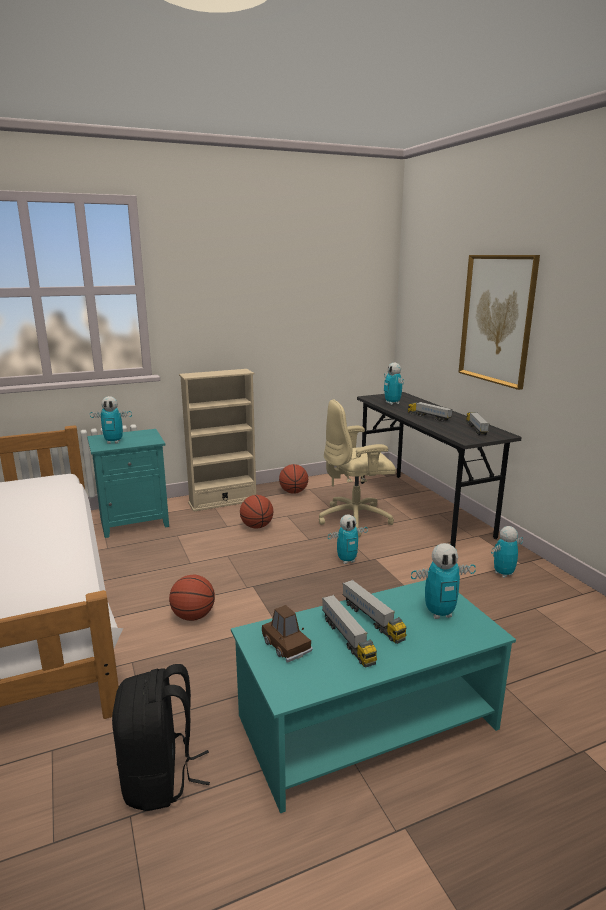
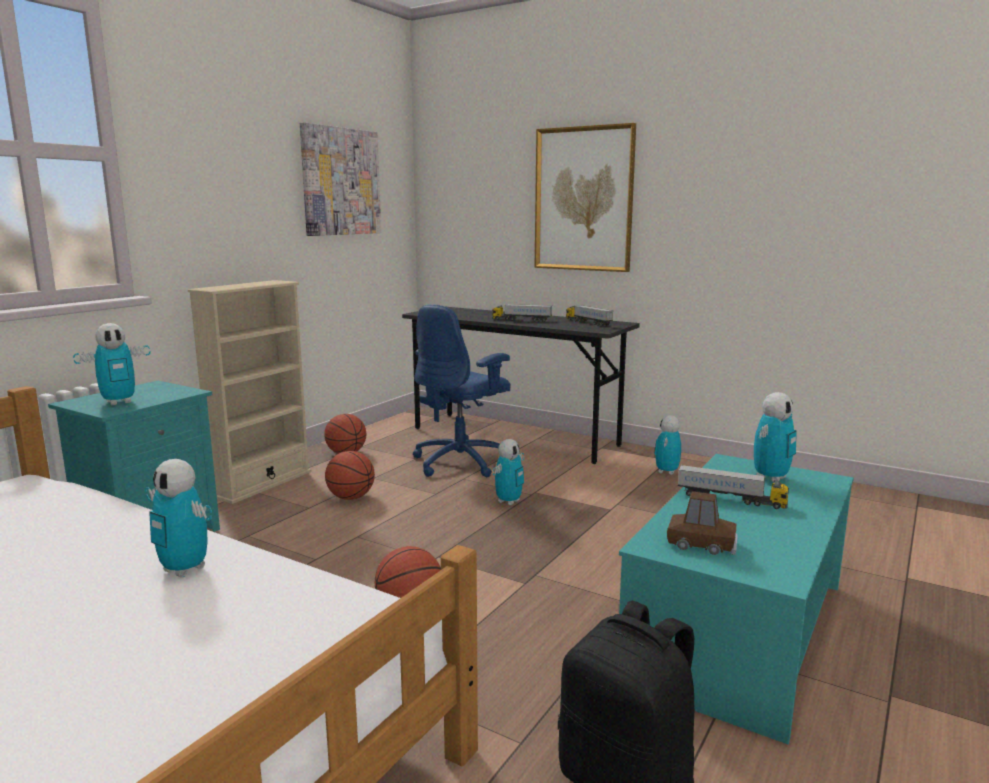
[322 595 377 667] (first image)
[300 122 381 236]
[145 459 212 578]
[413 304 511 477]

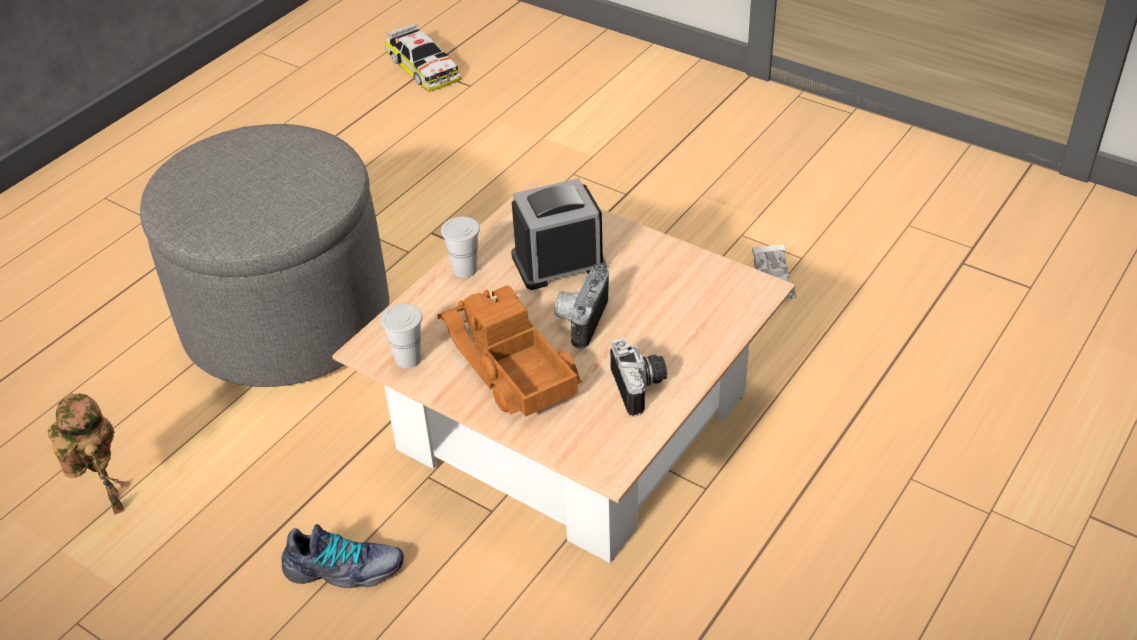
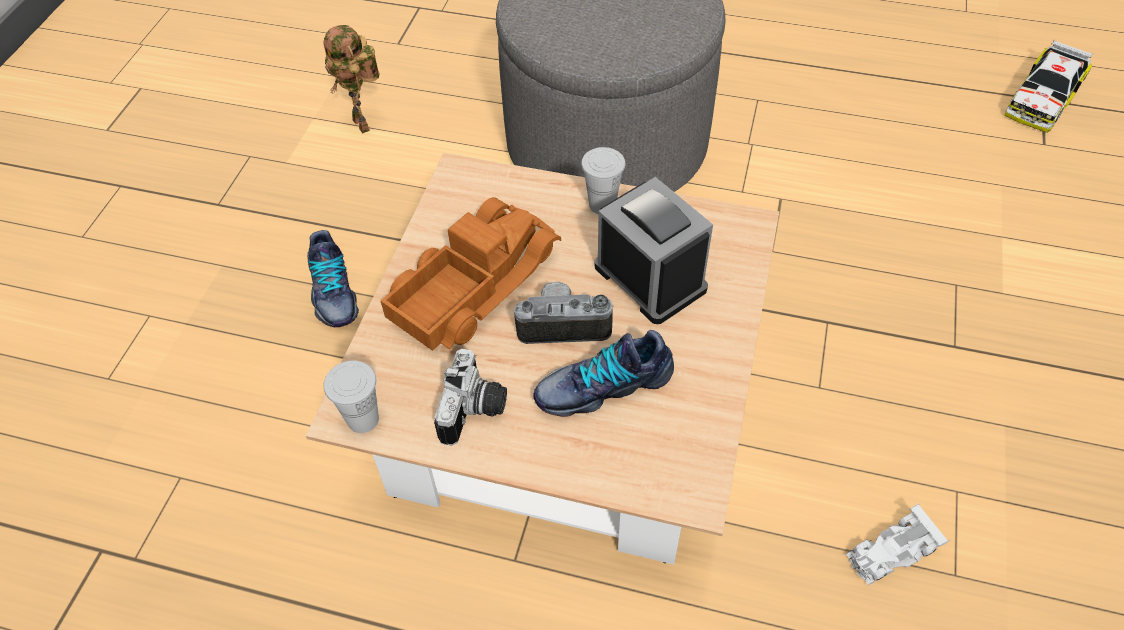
[533 330 674 417]
[324 360 379 433]
[324 25 380 134]
[434 349 507 446]

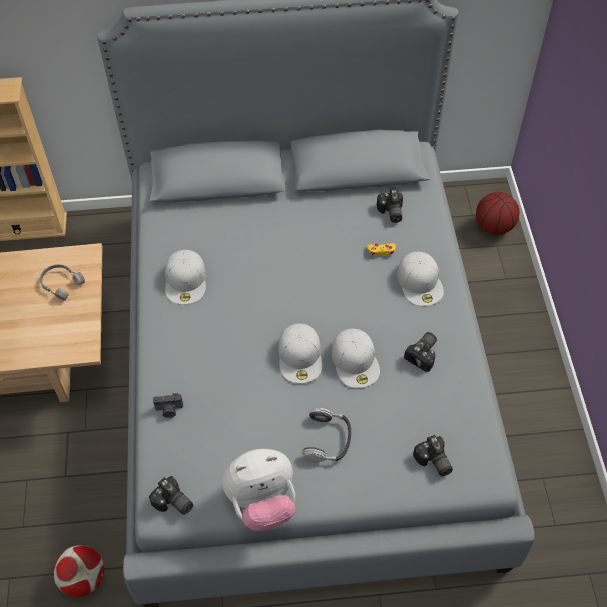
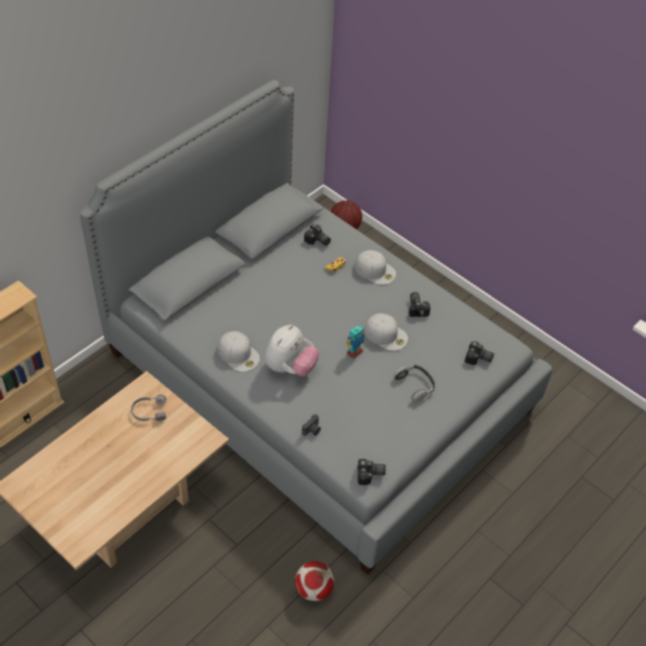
[265 324 319 376]
[346 325 364 359]

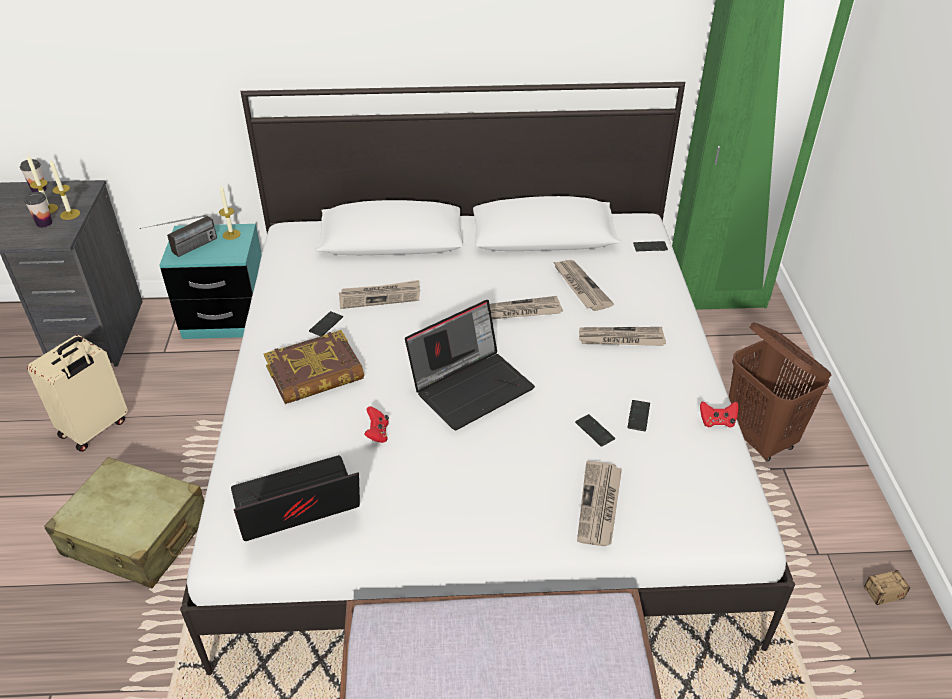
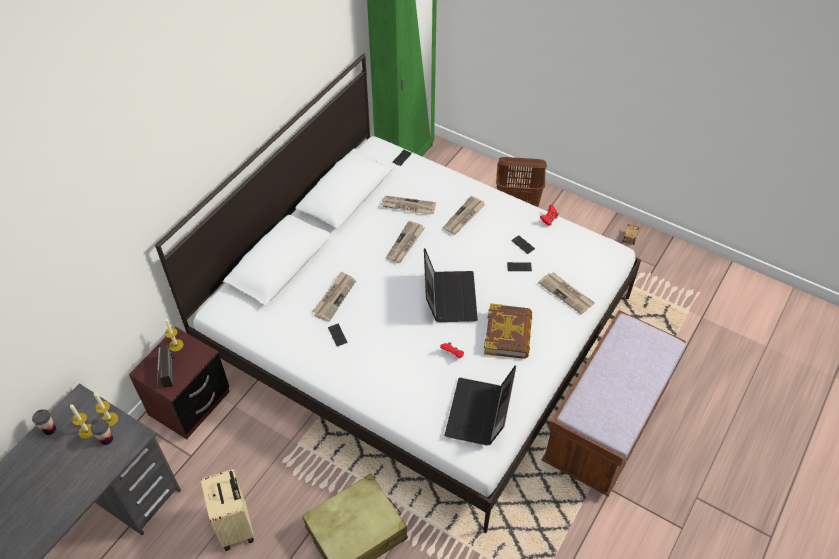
[484 303 532 359]
[129 327 230 439]

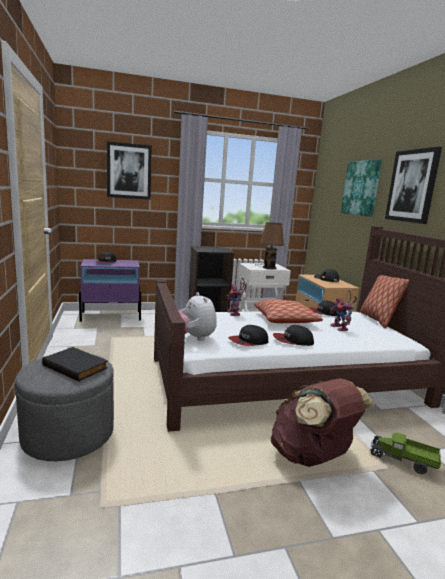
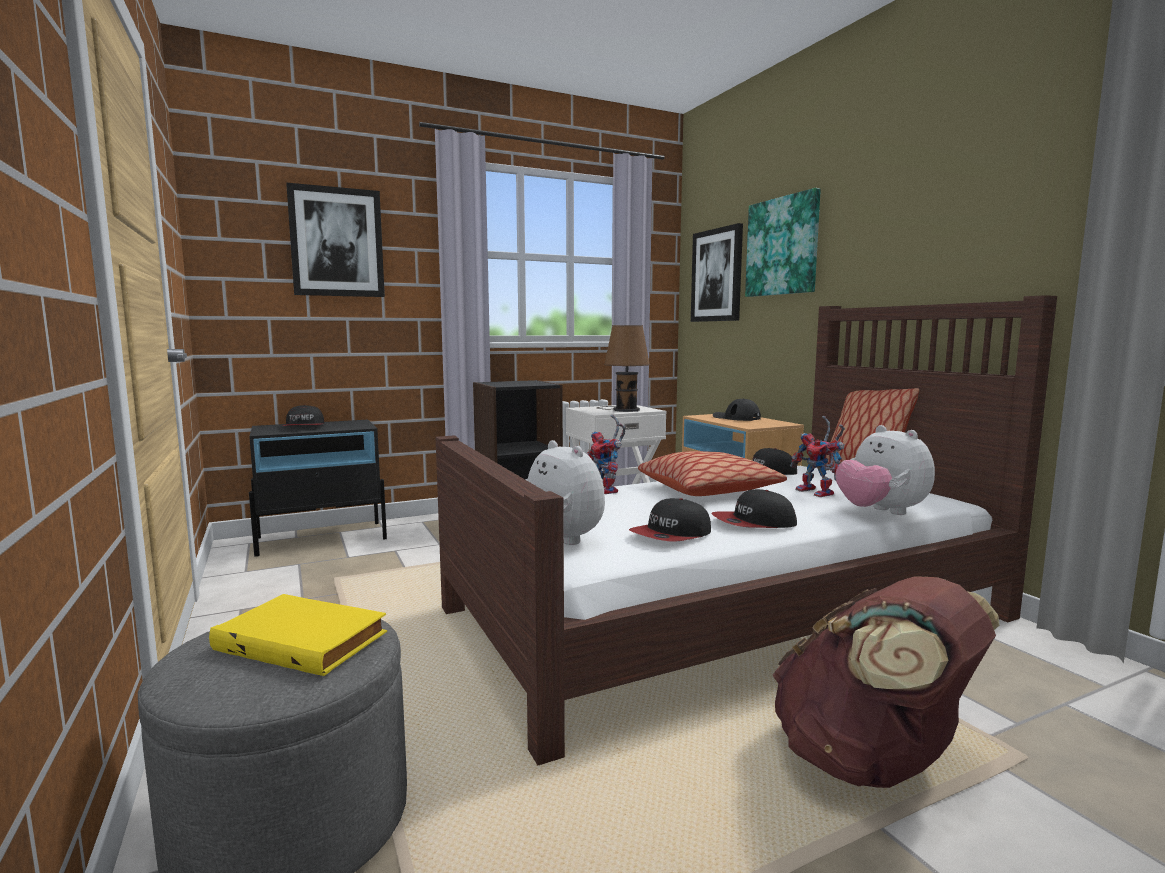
[371 433 441 474] (first image)
[836 425 935 515]
[691 223 743 322]
[209 594 387 676]
[249 420 387 557]

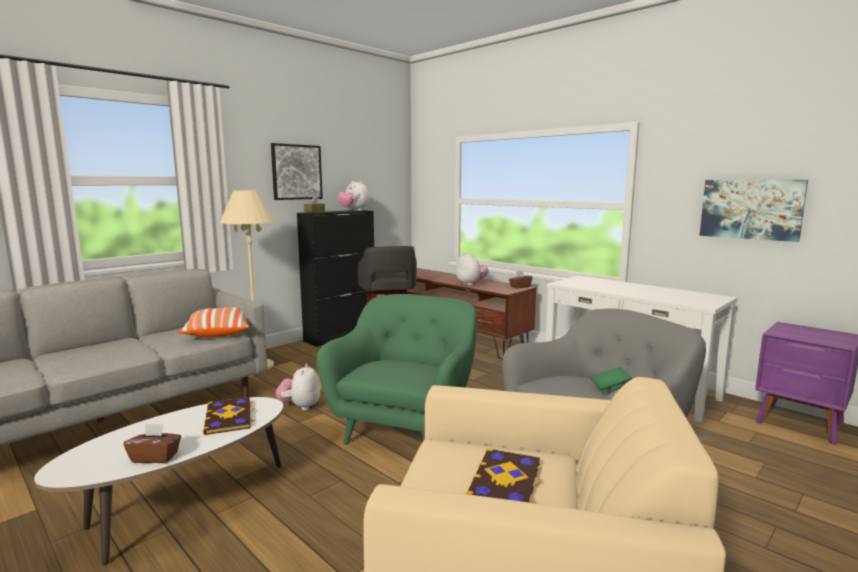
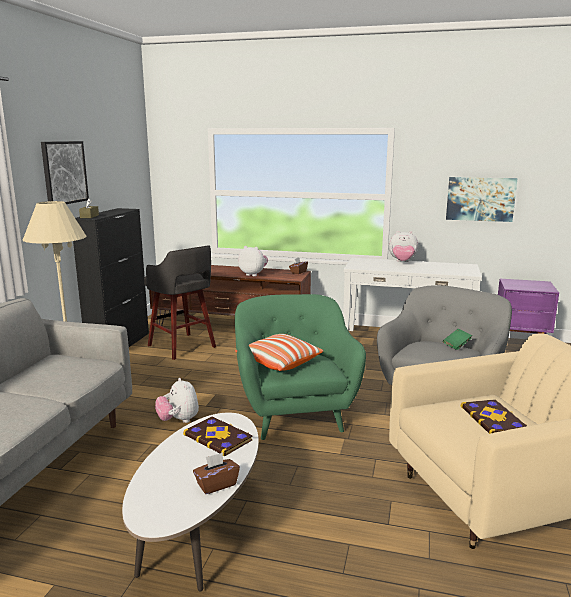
[235 334 323 371]
[389 231 418 262]

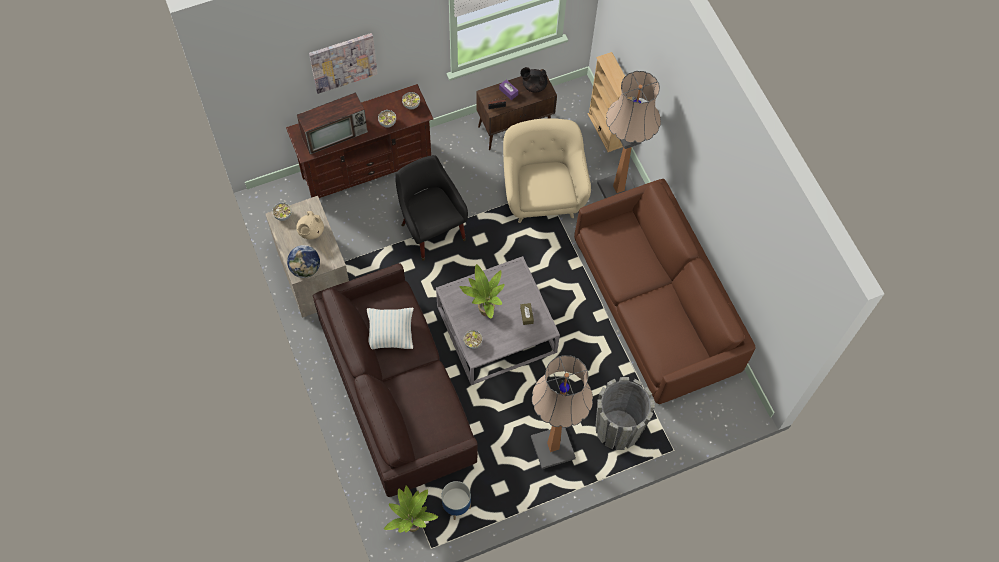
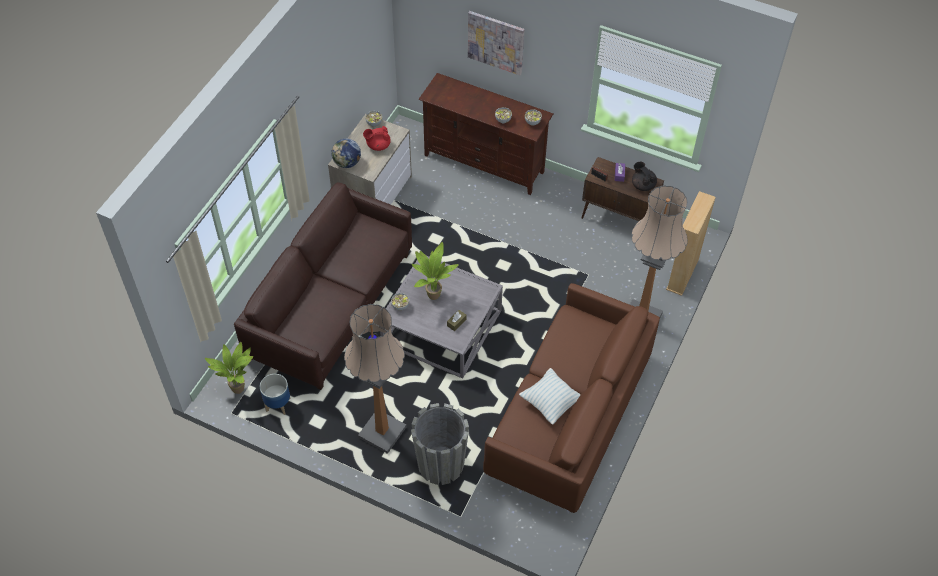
[297 92 368 155] (first image)
[395 155 468 261] (first image)
[503 118 591 223] (first image)
[519 368 581 425]
[363 126 391 151]

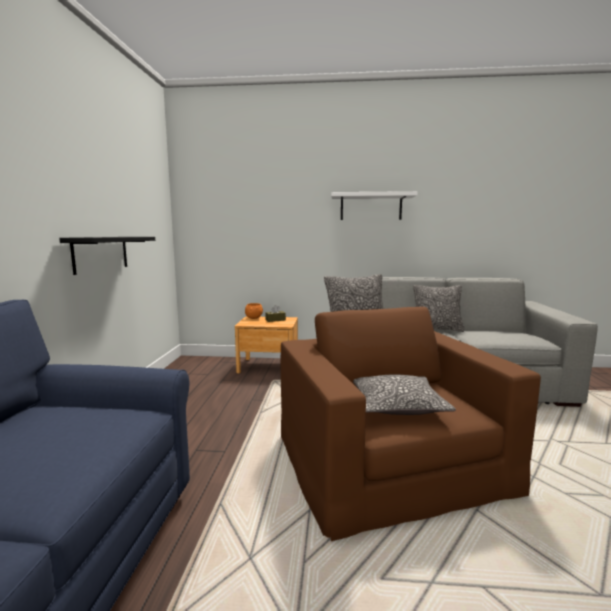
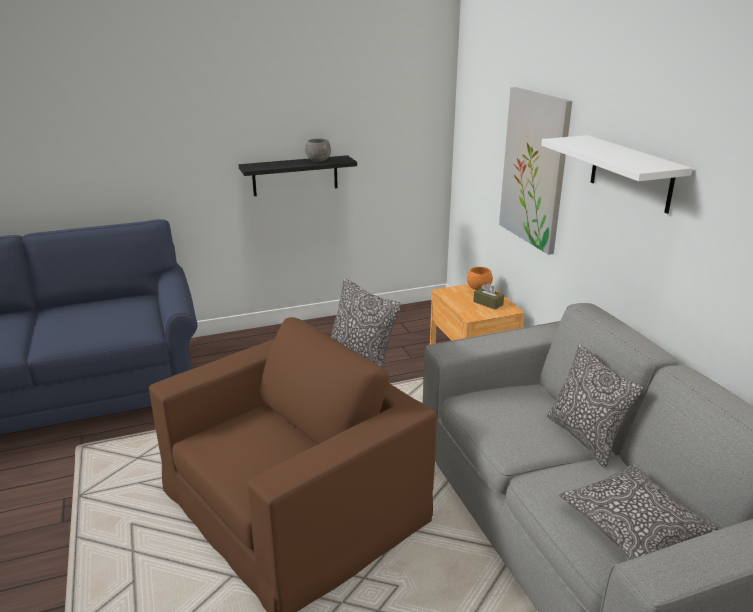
[305 139 331 162]
[499 87 572 255]
[559 465 719 560]

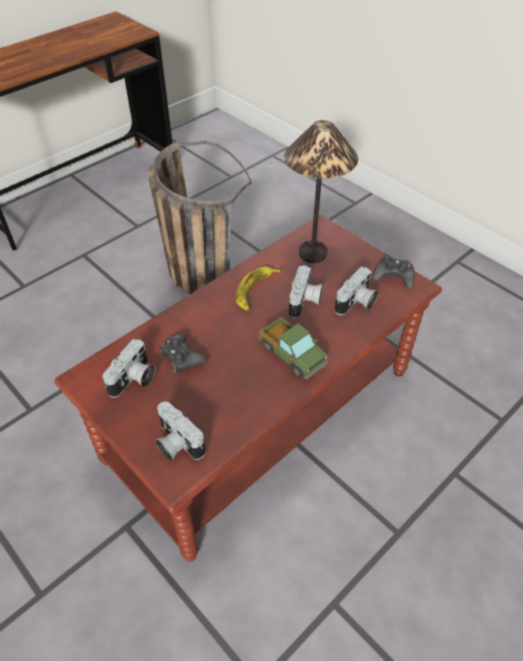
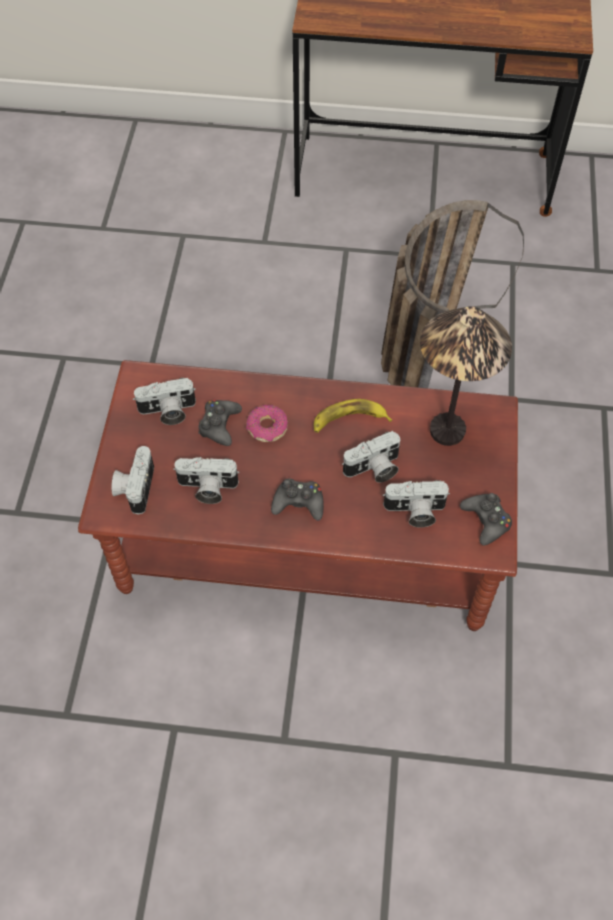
[173 457 240 504]
[246 405 288 442]
[271 479 324 520]

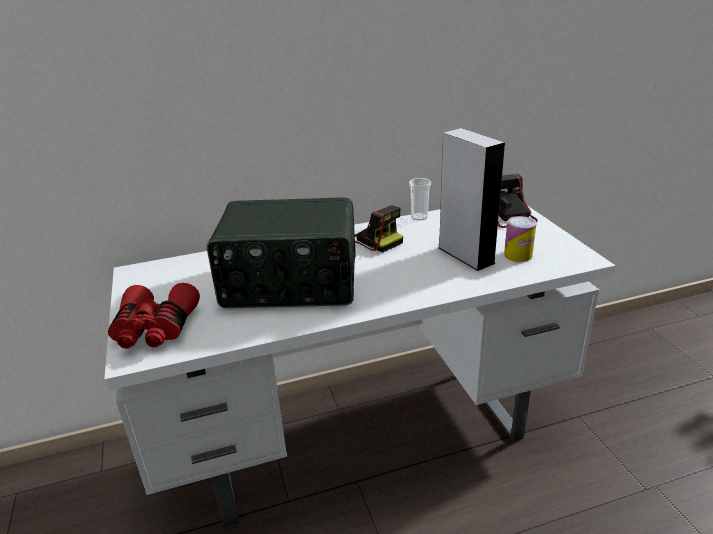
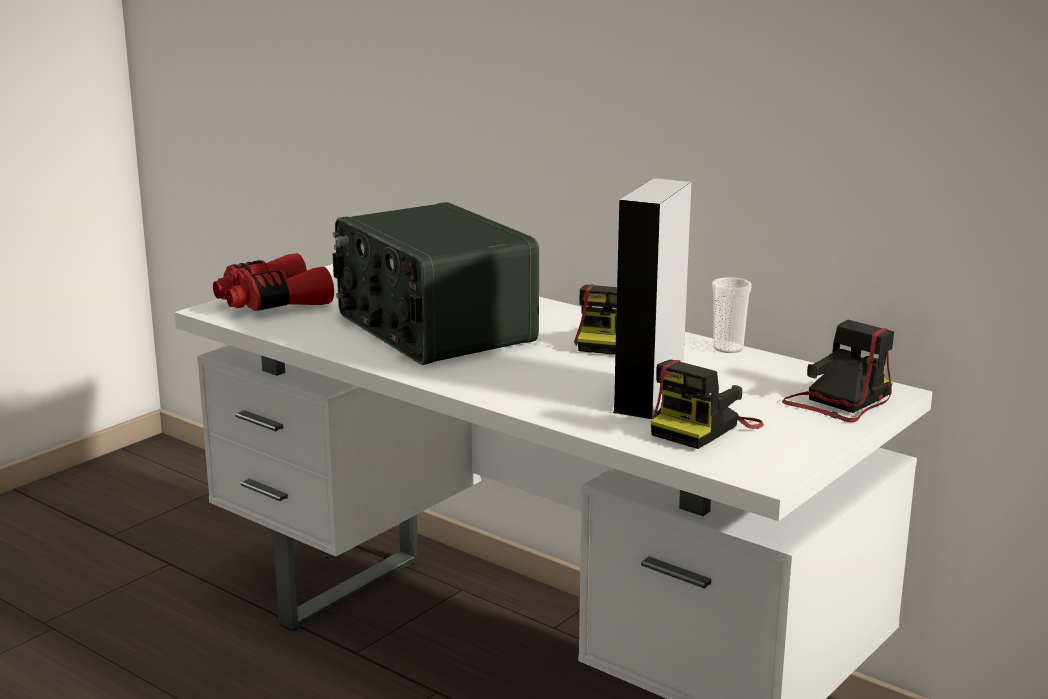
[651 360 764 449]

